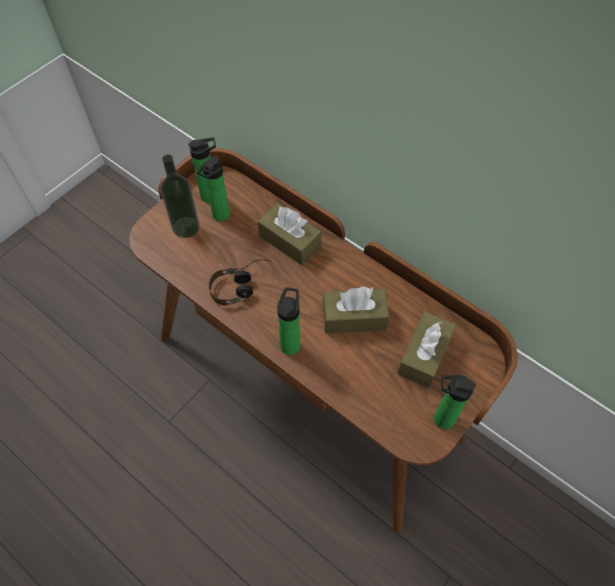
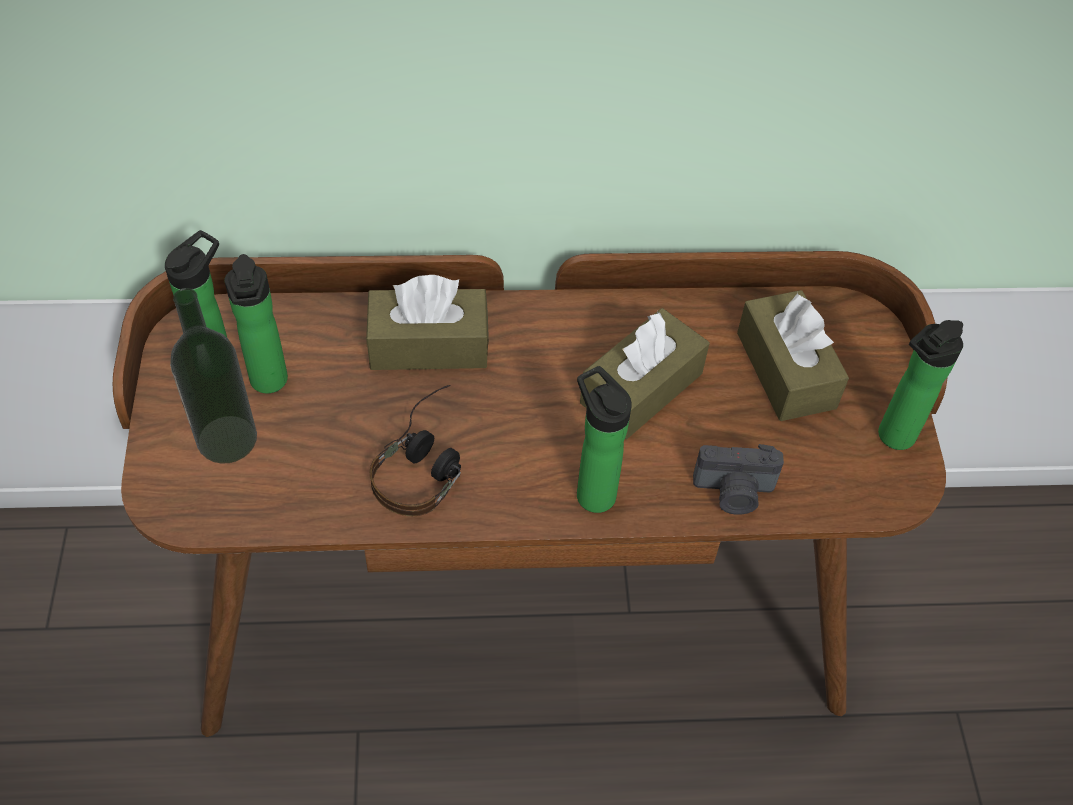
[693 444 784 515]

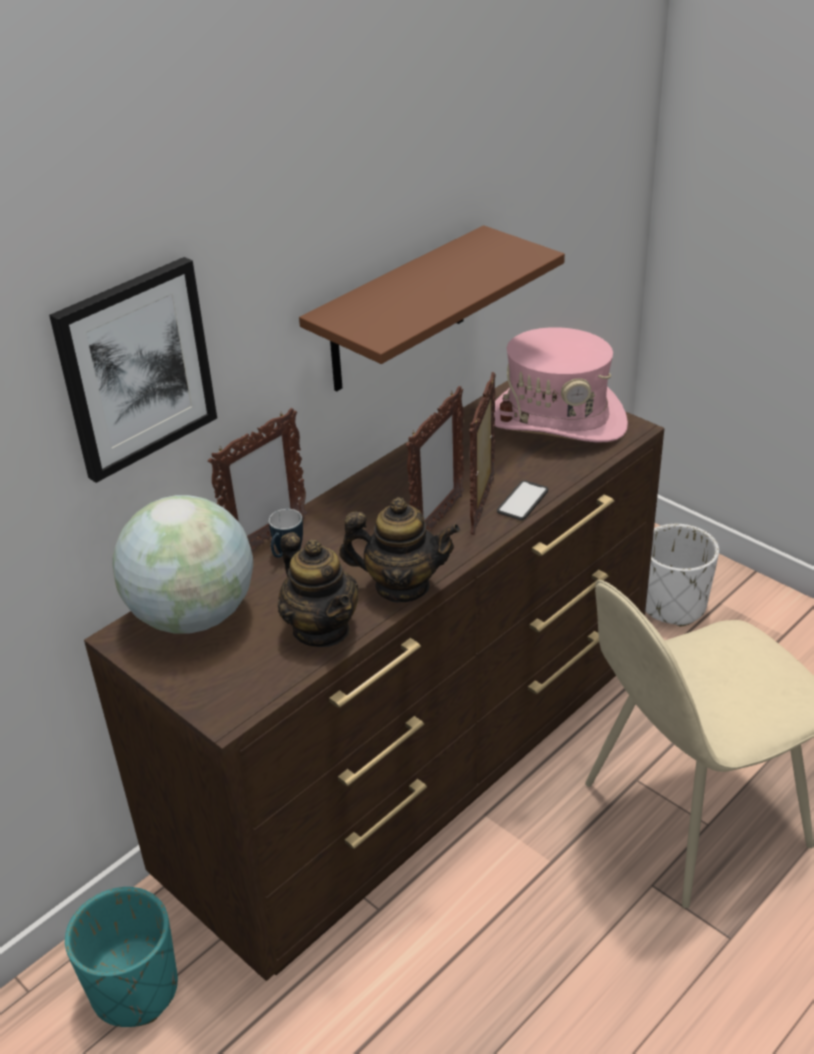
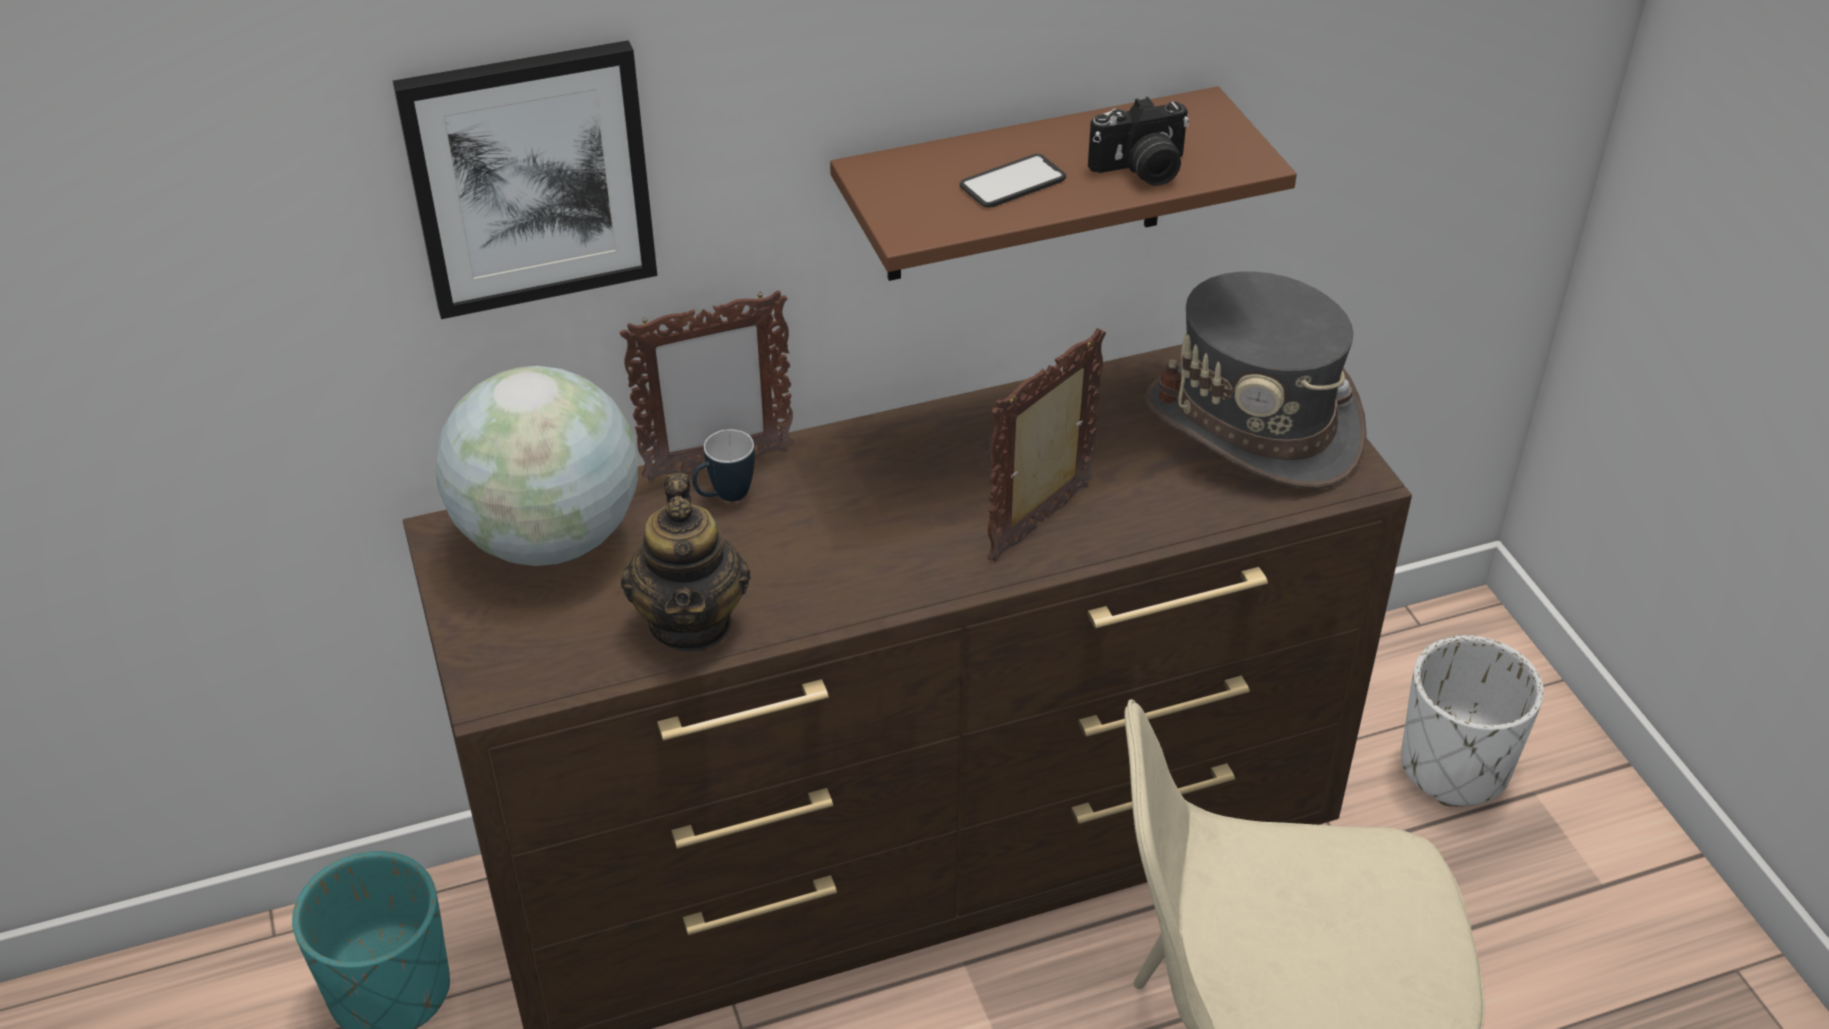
[339 497 460 602] (first image)
[406 386 464 532] (first image)
[1088 97 1189 186]
[959 154 1066 208]
[1145 271 1367 489]

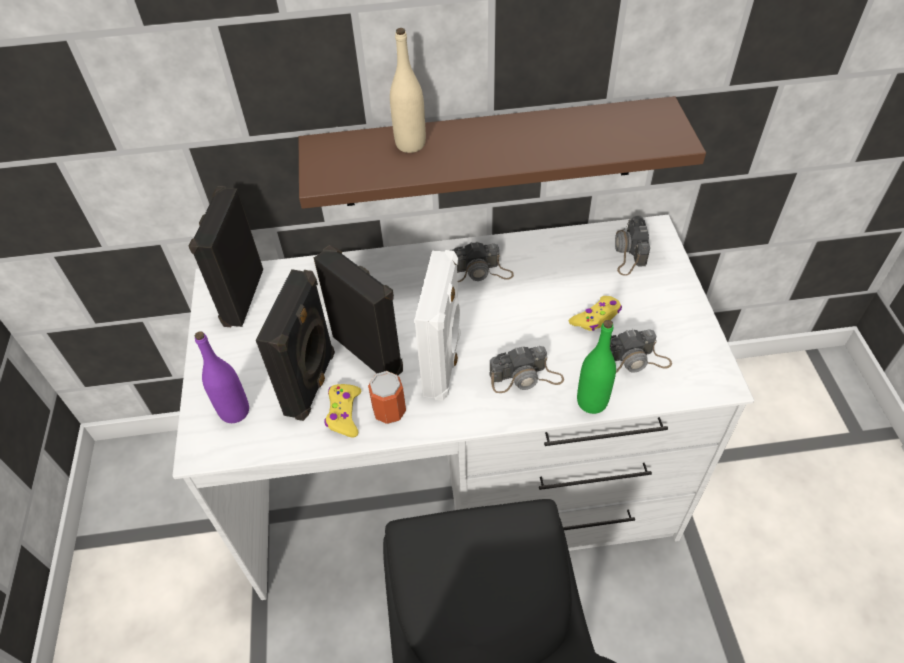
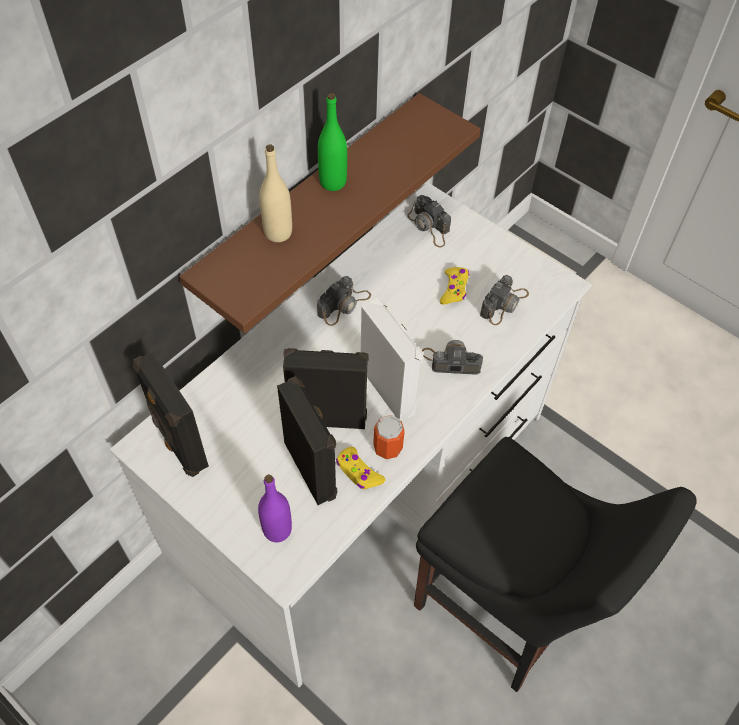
[318 93 347 191]
[422 340 483 375]

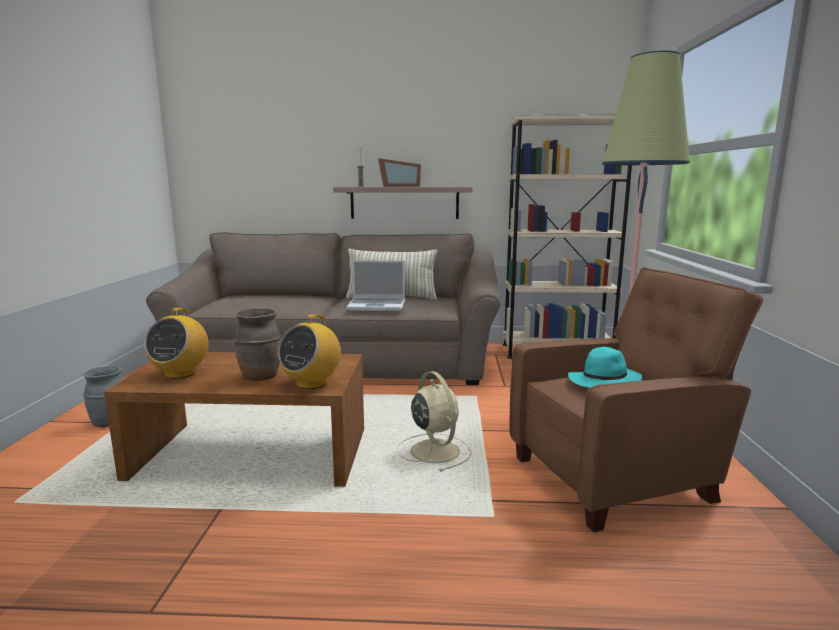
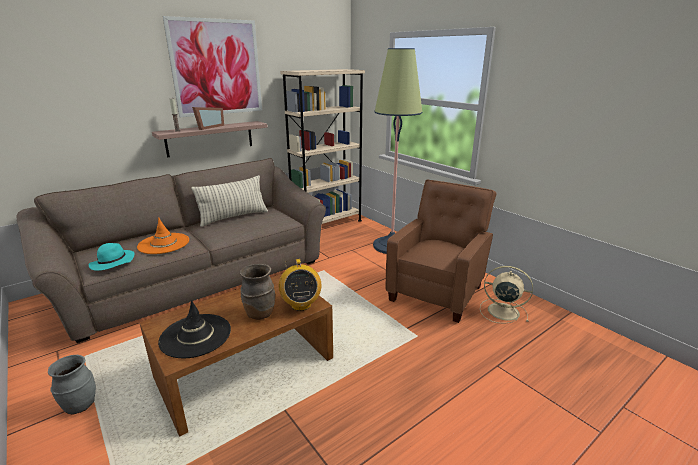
[346 260 405 311] (first image)
[137 217 189 254]
[163 16 262 117]
[480 266 533 323]
[89 243 134 271]
[158 300 231 358]

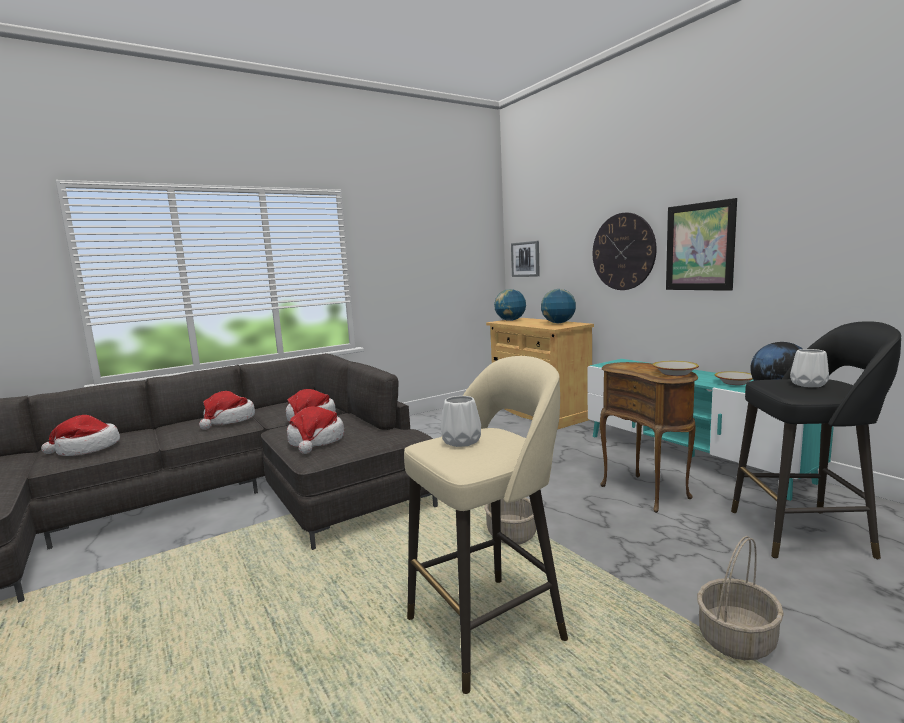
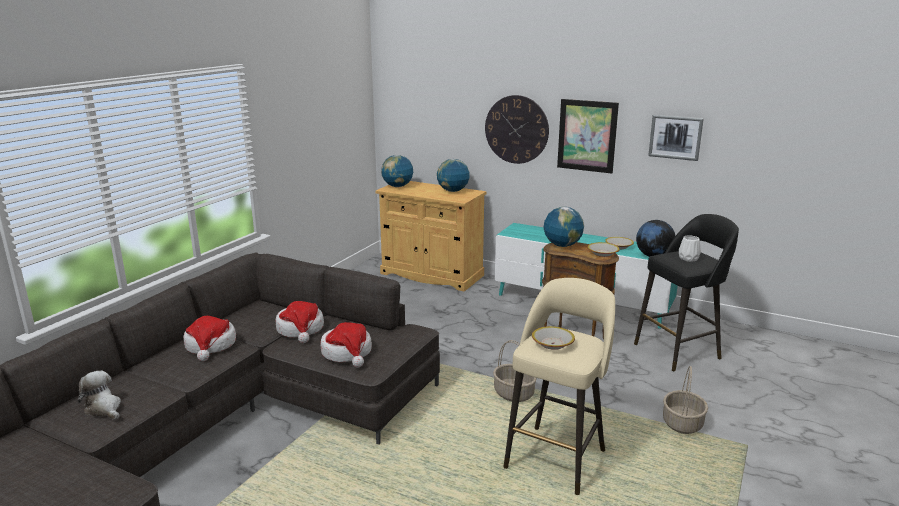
[544 207 584 247]
[648 115 704 161]
[78 371 121 420]
[532 326 575 350]

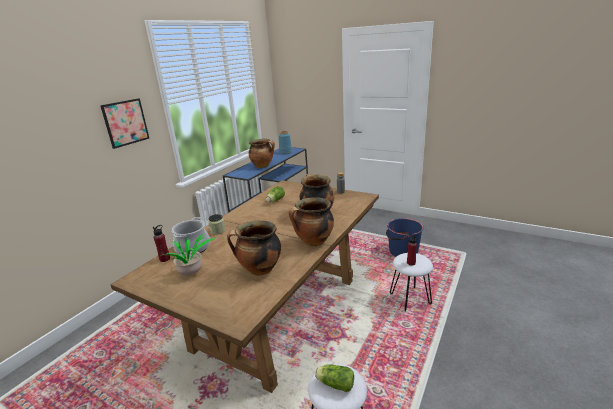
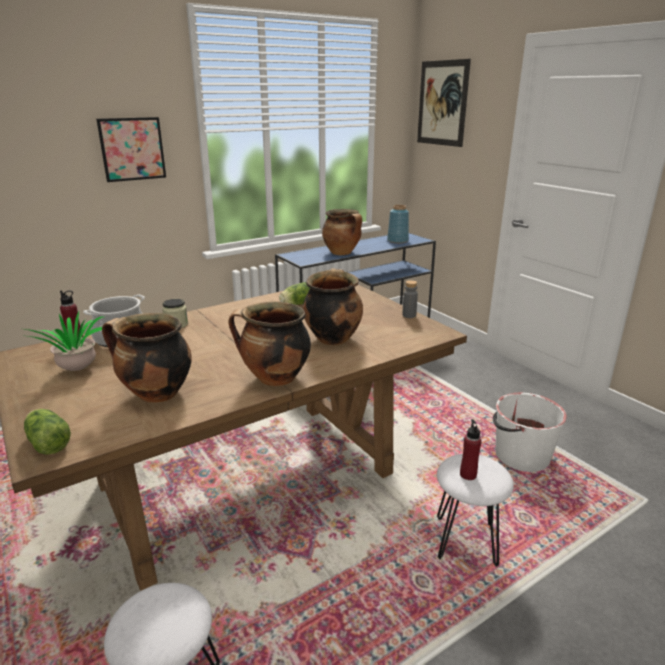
[417 59 471 147]
[24 409 71 455]
[493 393 567 472]

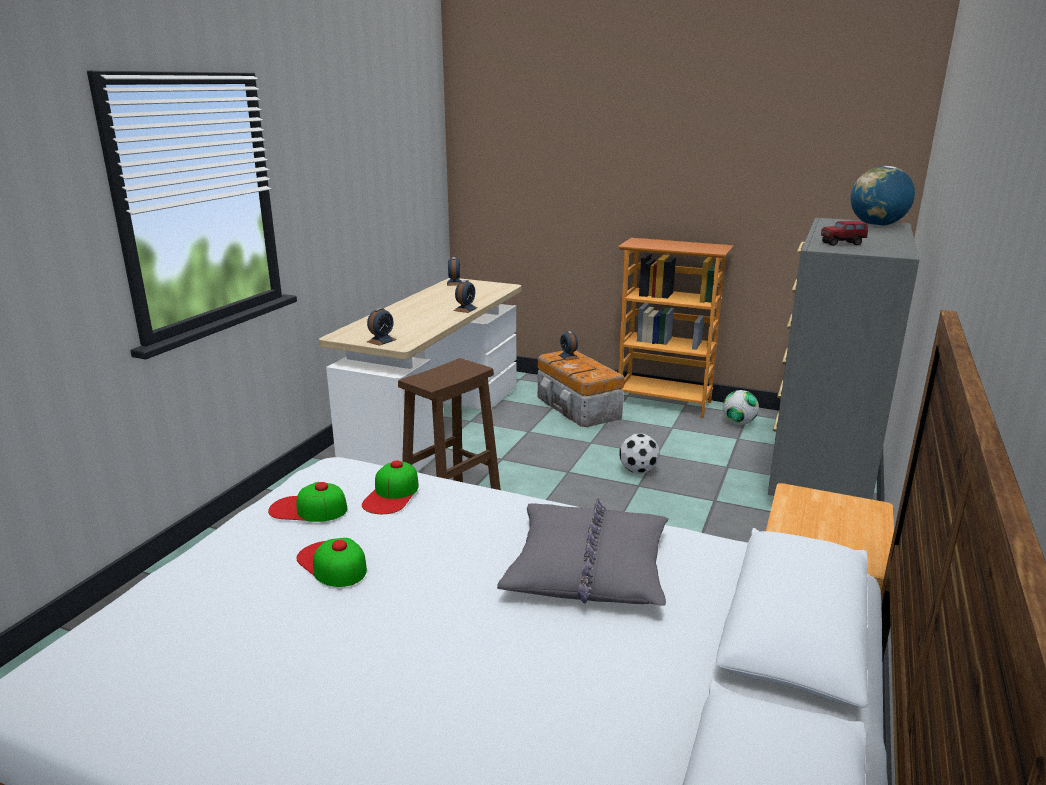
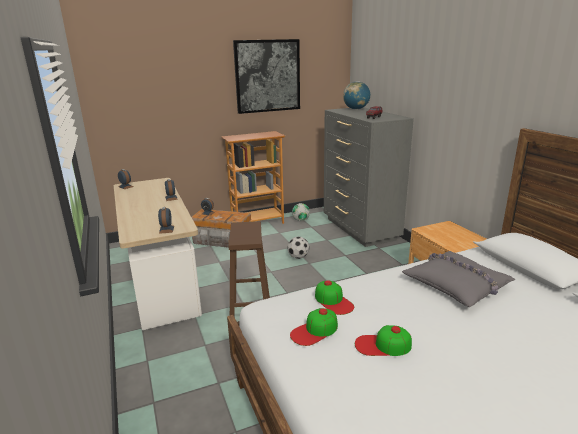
[233 39 300 114]

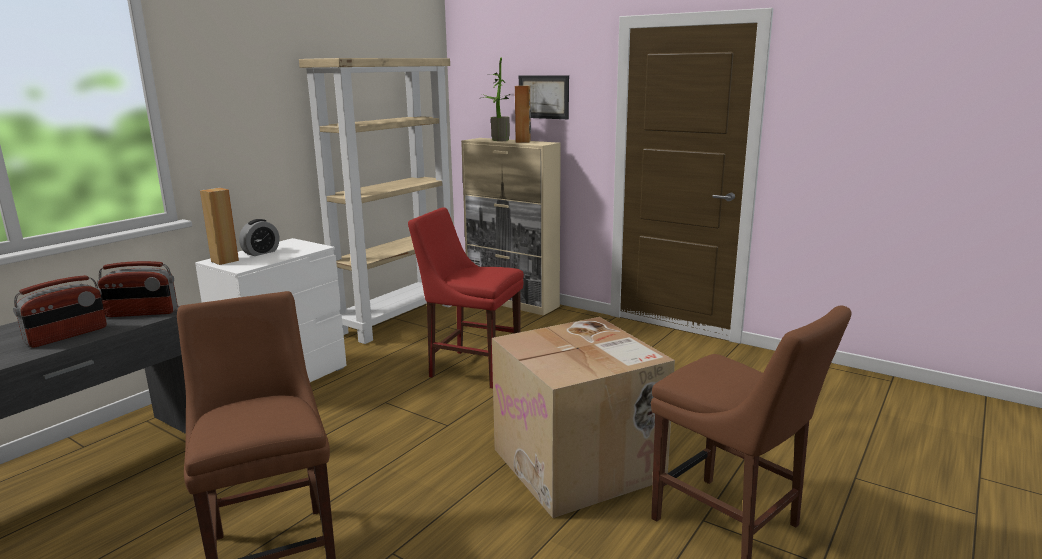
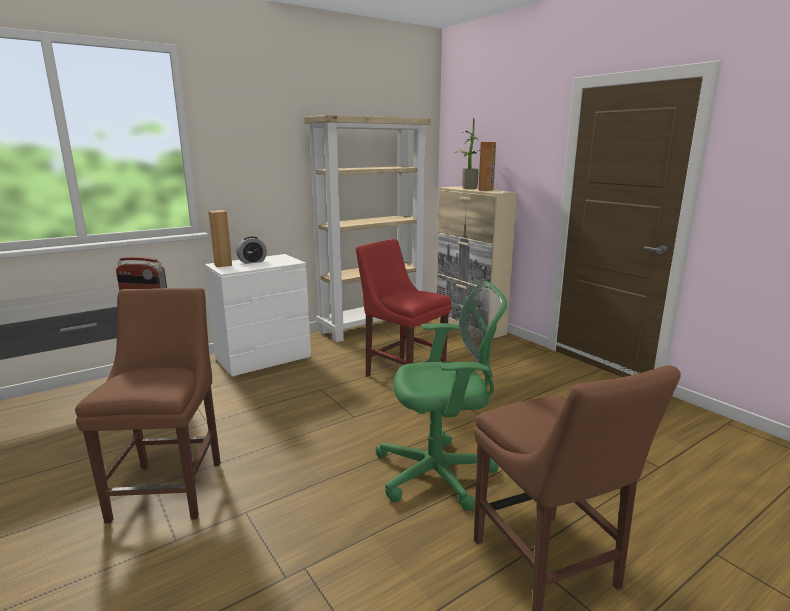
[13 275 107 348] (first image)
[519 75 569 119] (first image)
[375 281 508 511]

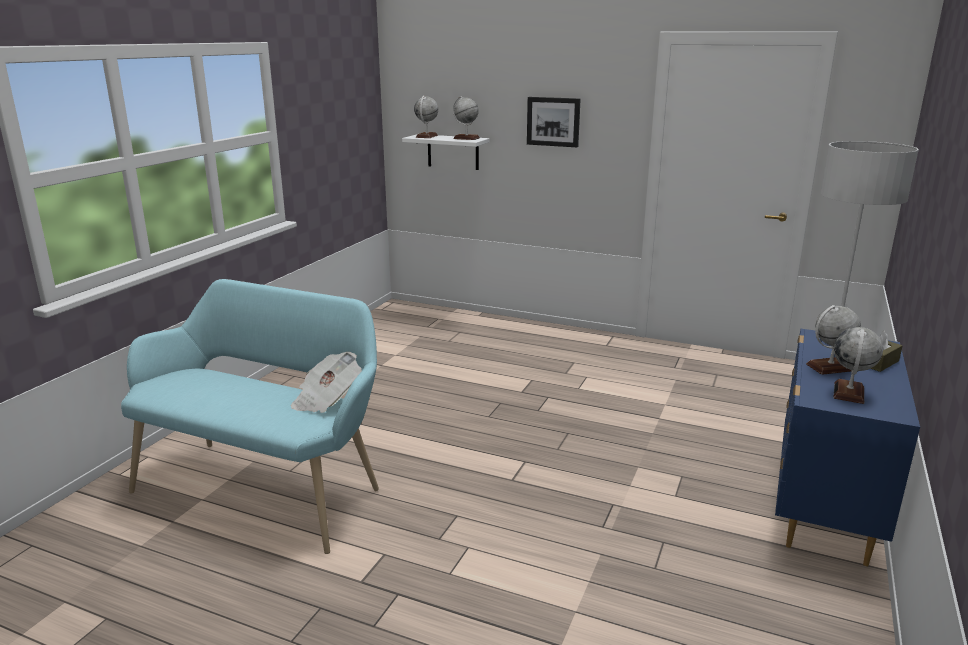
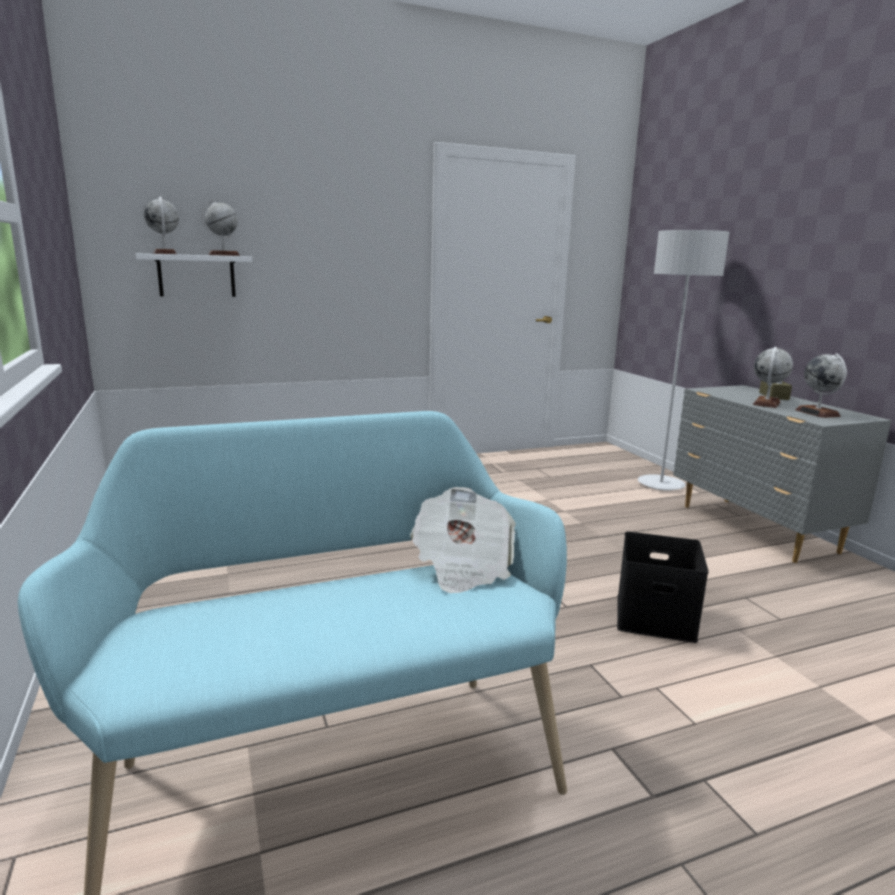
[527 97 581 147] (first image)
[617 531 709 643]
[673 385 892 563]

